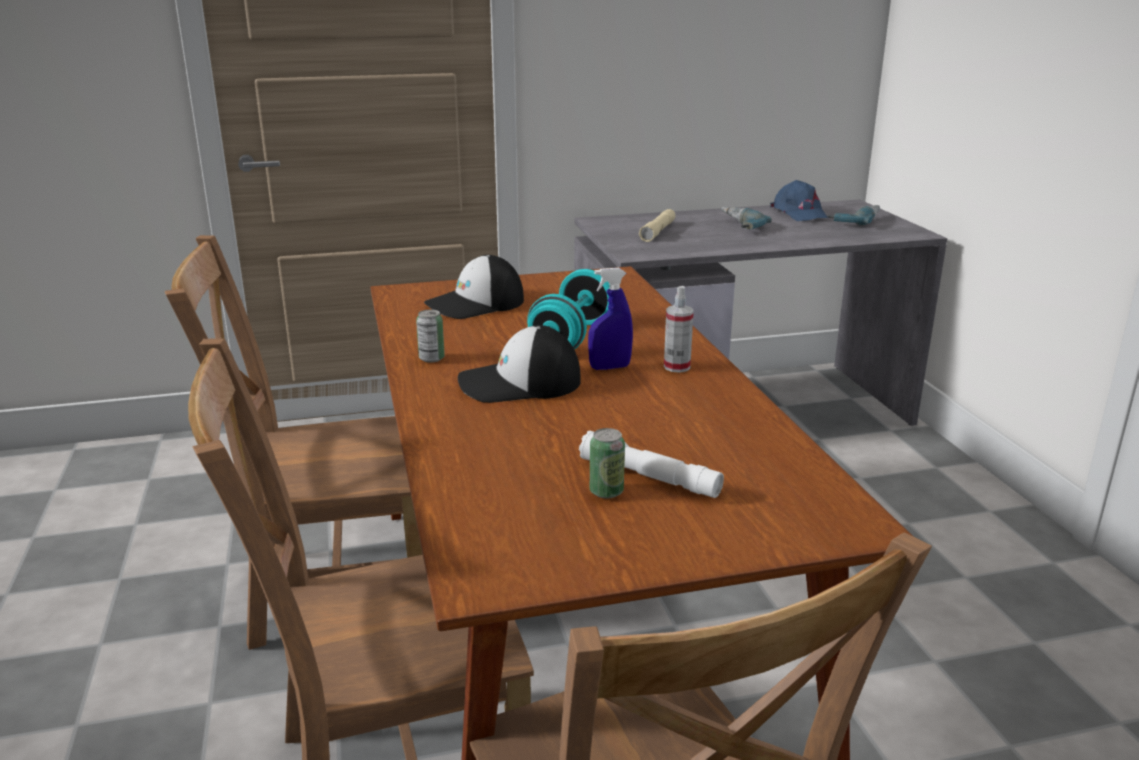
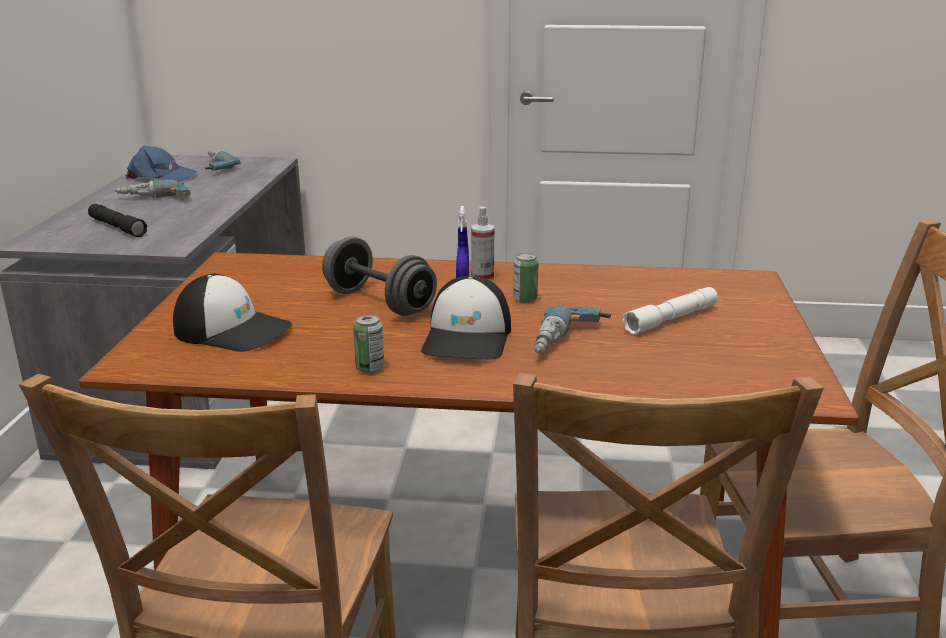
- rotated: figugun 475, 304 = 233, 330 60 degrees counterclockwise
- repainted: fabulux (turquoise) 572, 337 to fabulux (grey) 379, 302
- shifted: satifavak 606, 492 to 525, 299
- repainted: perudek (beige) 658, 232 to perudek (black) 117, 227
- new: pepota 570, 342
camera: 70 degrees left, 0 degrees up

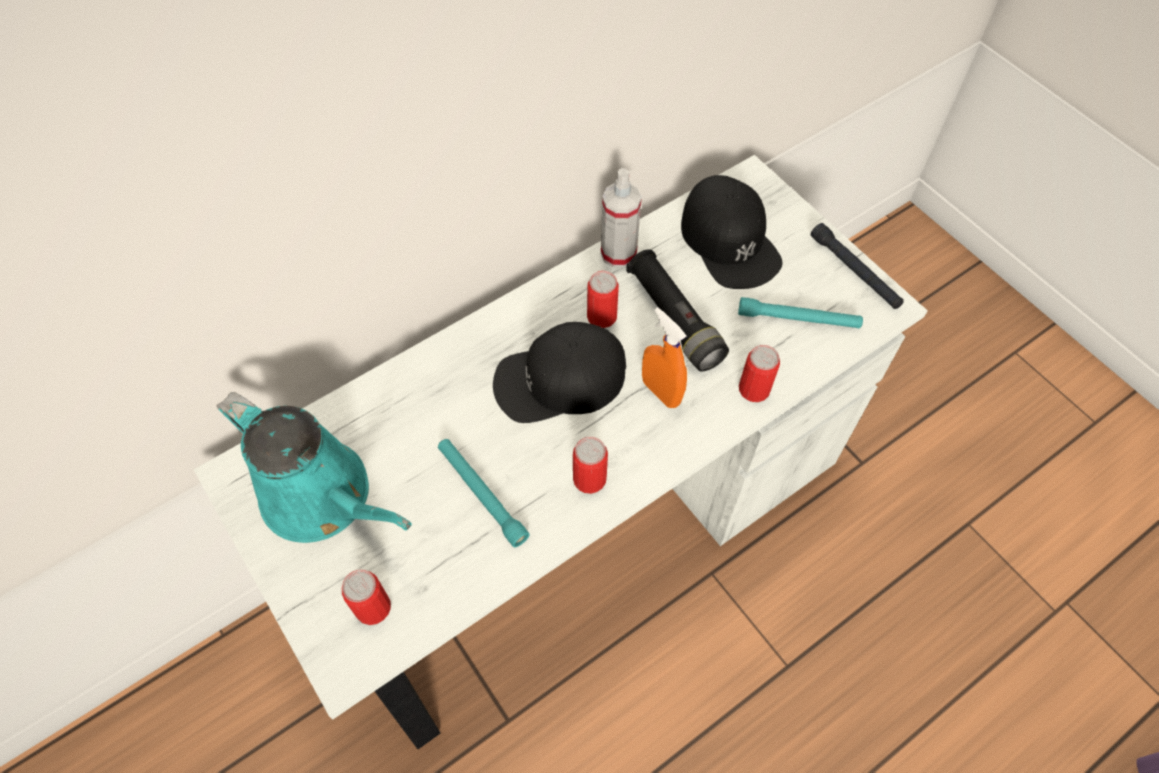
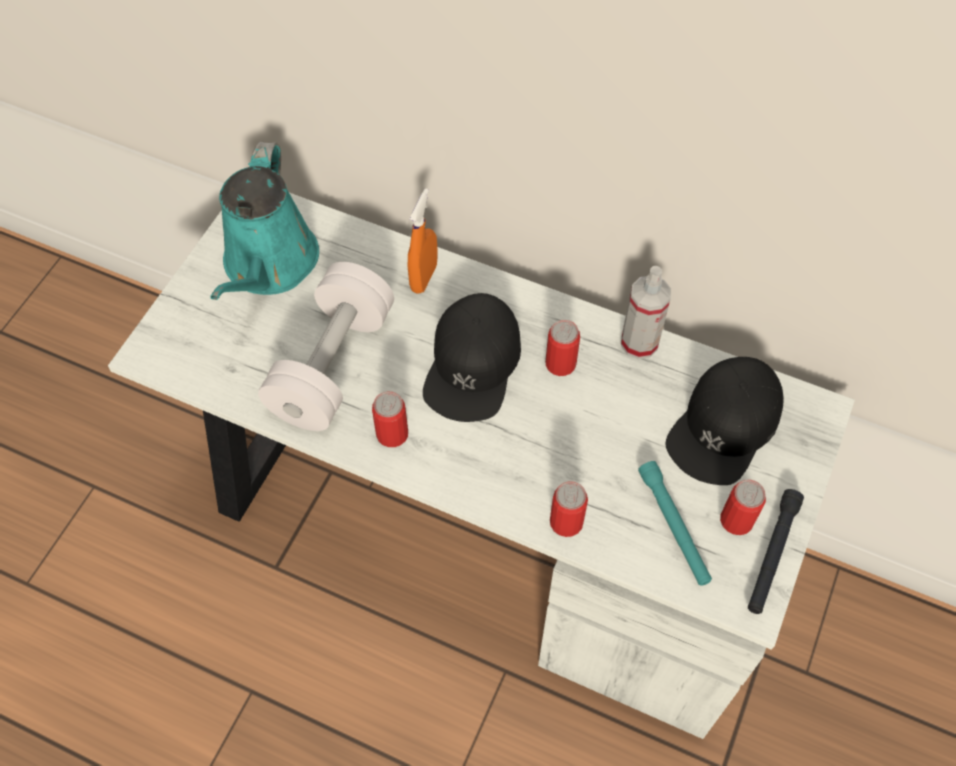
- shifted: satifavak 373, 607 to 736, 520
- swapped: perudek (turquoise) 481, 494 to fabulux (white) 332, 365
- rotated: figugun (black) 559, 380 = 473, 365 120 degrees counterclockwise
- gone: perudek (black) 674, 319
- shifted: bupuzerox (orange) 661, 392 to 424, 277
camera: 60 degrees right, 0 degrees up

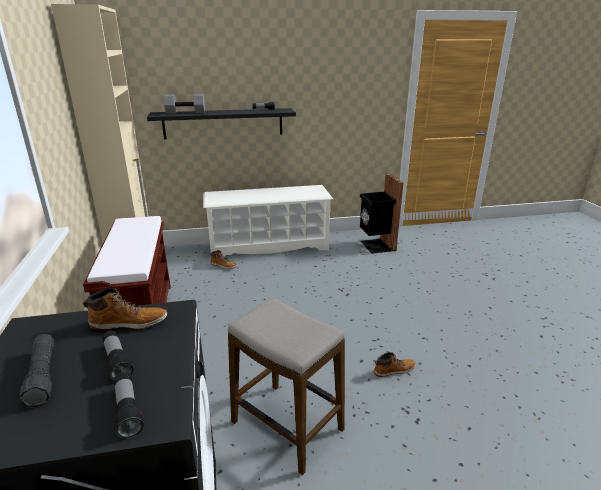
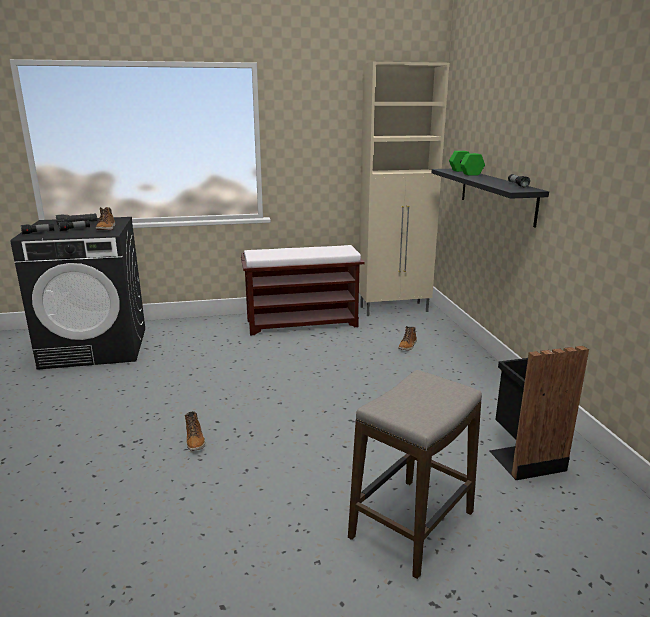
- repainted: fabulux (grey) 186, 112 to fabulux (green) 466, 172
- gone: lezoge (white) 269, 246
- shifted: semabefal 287, 426 to 411, 525
camera: 90 degrees right, 5 degrees down

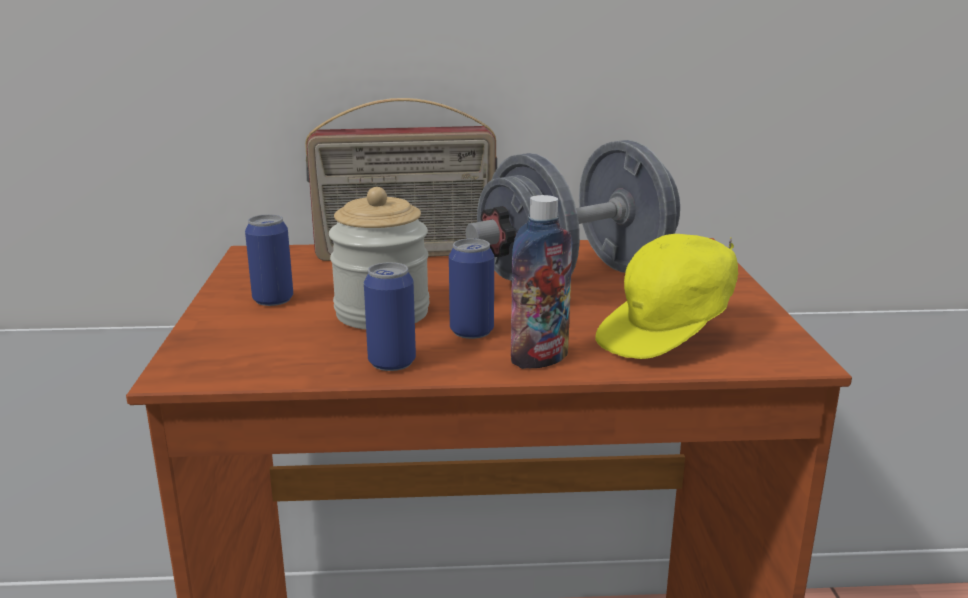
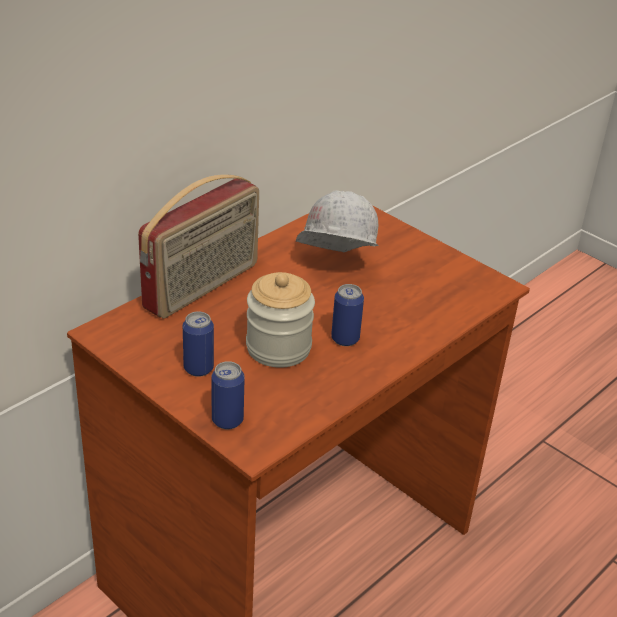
- shifted: satifavak 392, 362 to 227, 420
- swapped: fabulux (grey) 576, 279 to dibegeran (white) 333, 268
- gone: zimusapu 539, 358
- gone: figugun (yellow) 670, 337
camera: 45 degrees left, 15 degrees up

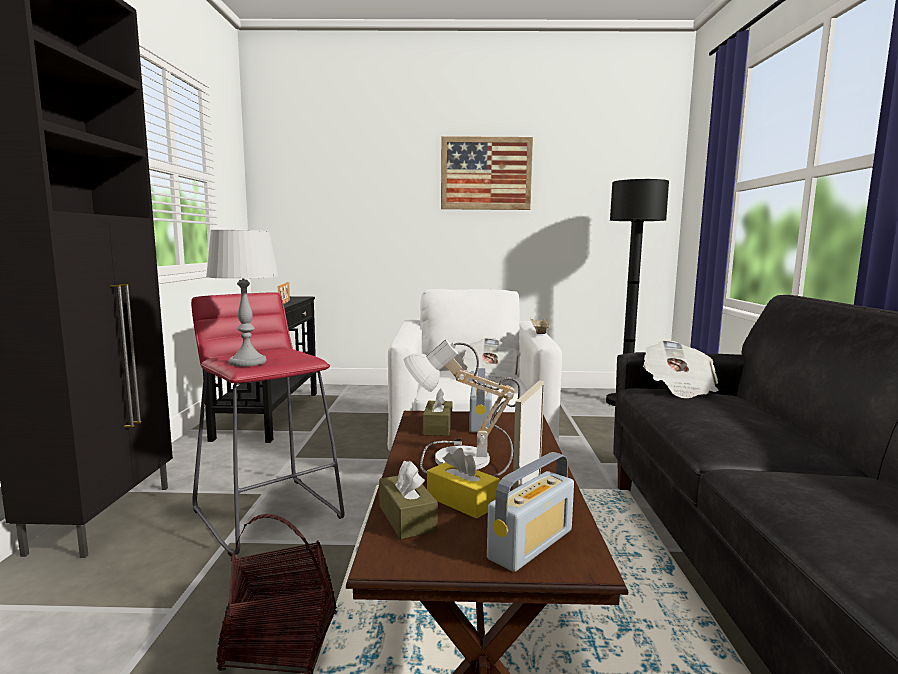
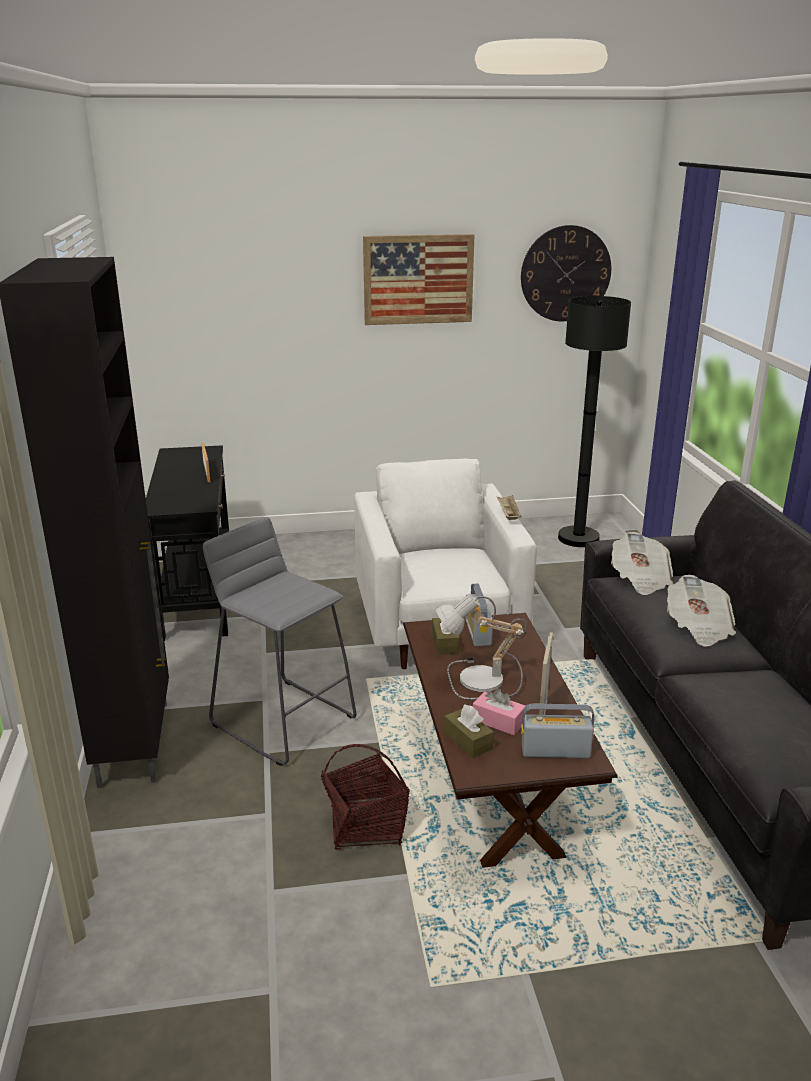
- repainted: semabefal (red) 269, 513 to semabefal (grey) 284, 720
- gone: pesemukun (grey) 248, 362
- repainted: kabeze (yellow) 462, 501 to kabeze (pink) 498, 721
- shifted: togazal 491, 377 to 698, 627
- rotated: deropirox 531, 544 = 555, 751 120 degrees counterclockwise
- new: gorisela 565, 274
camera: 10 degrees left, 15 degrees up

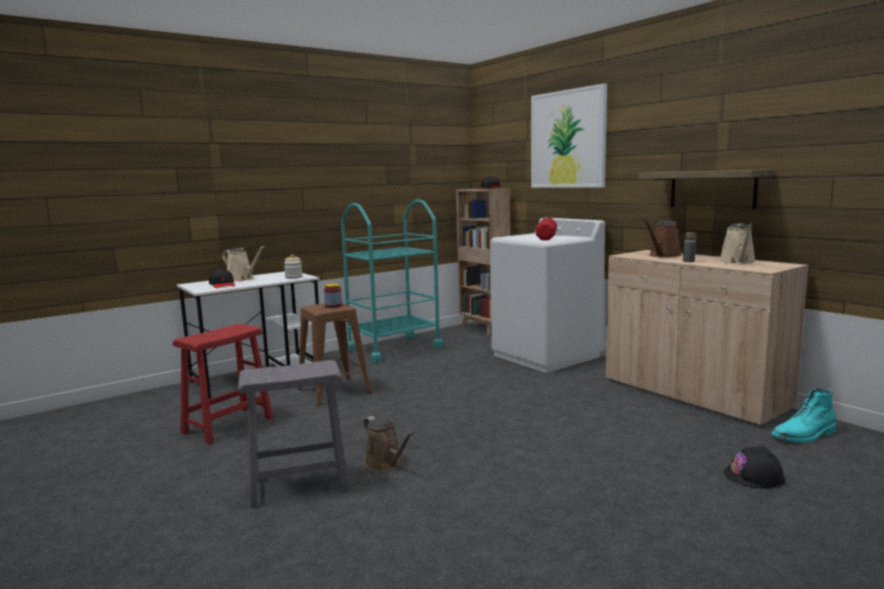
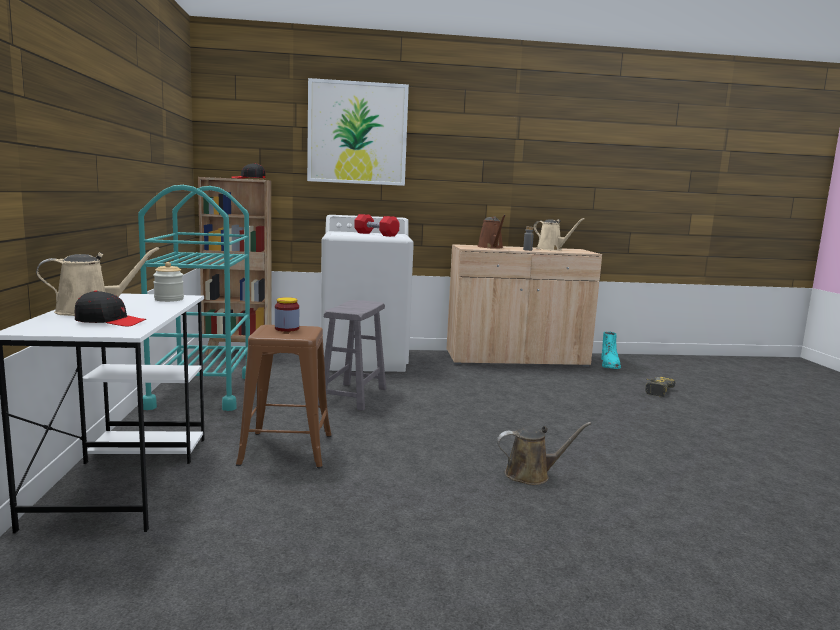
- gone: semabefal (red) 227, 425
- shifted: semabefal (grey) 299, 485 to 353, 396
- gone: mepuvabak 712, 189
- swapped: dibegeran (black) 754, 476 to pepota 655, 390
camera: 60 degrees left, 0 degrees up

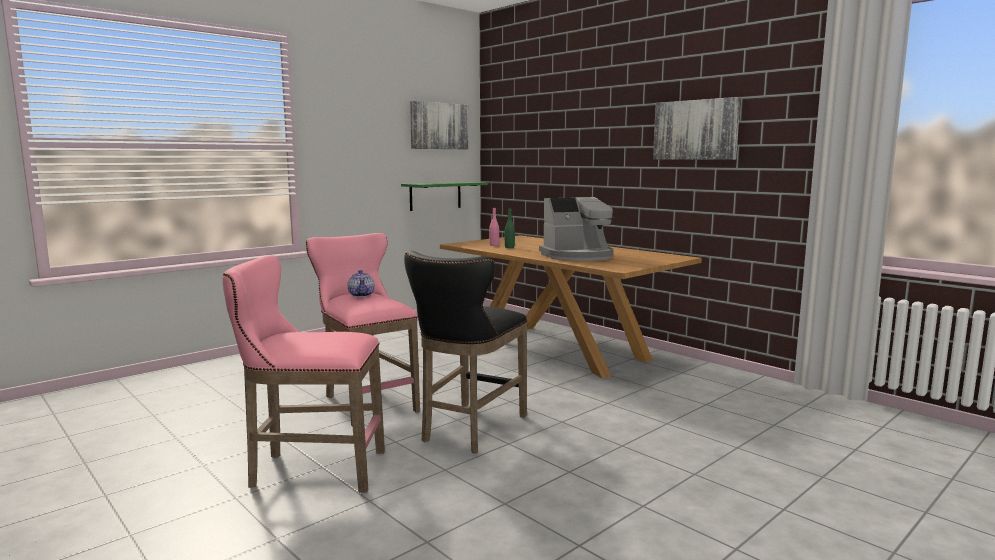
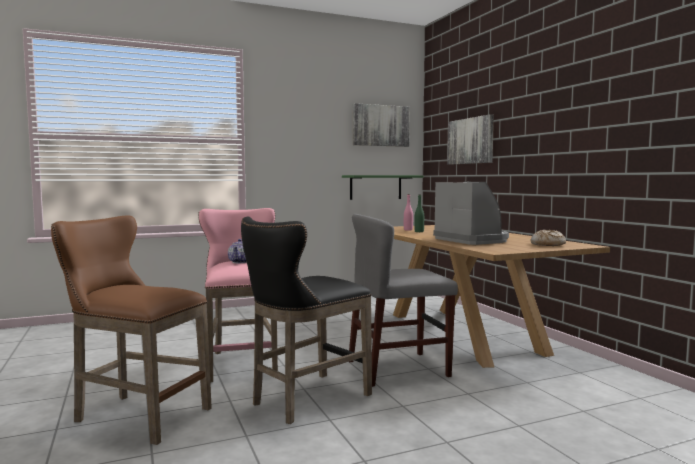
- repainted: semabefal (pink) 311, 470 to semabefal (brown) 136, 415
- rotated: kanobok 578, 256 = 472, 240 120 degrees counterclockwise
- shifted: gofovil 695, 130 to 470, 141
- new: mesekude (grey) 398, 368
- new: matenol 547, 245
camera: 20 degrees right, 5 degrees down

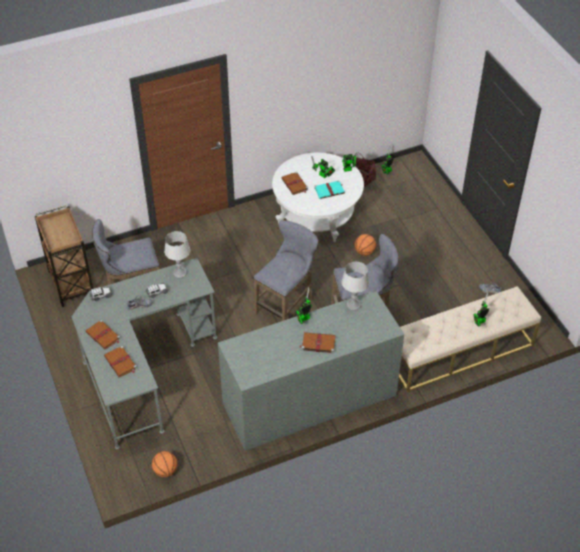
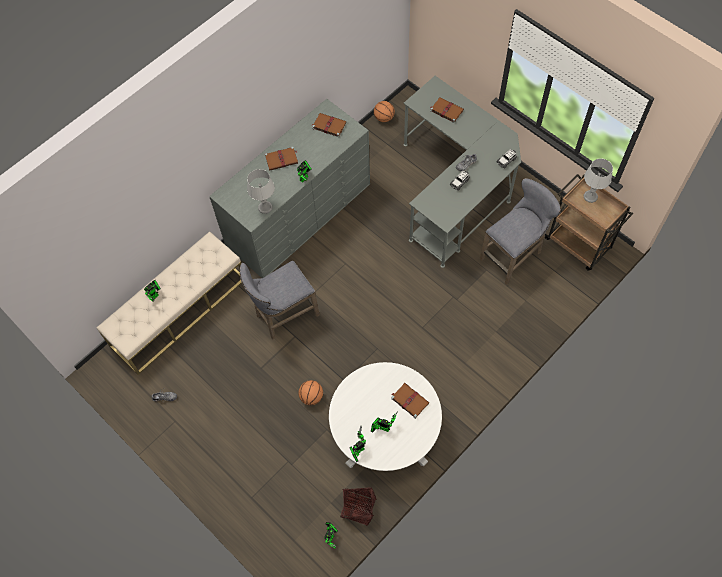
- shifted: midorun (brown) 103, 336 to 328, 125
- shifted: pesemukun (grey) 179, 273 to 590, 196
- gone: semabefal (grey) 287, 305
- gone: midorun (turquoise) 330, 190
camera: 160 degrees right, 15 degrees up

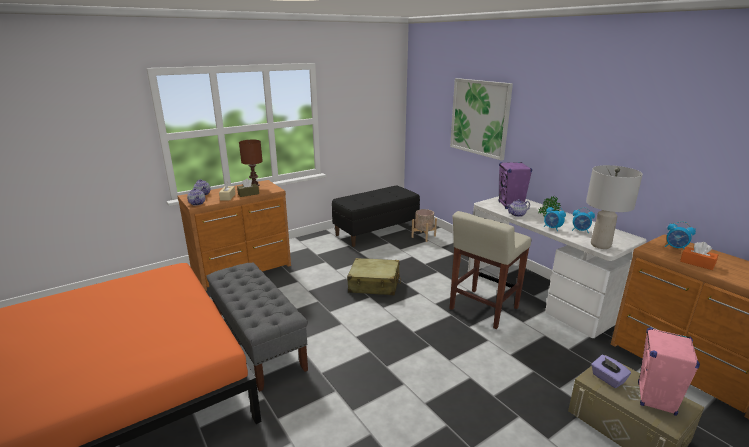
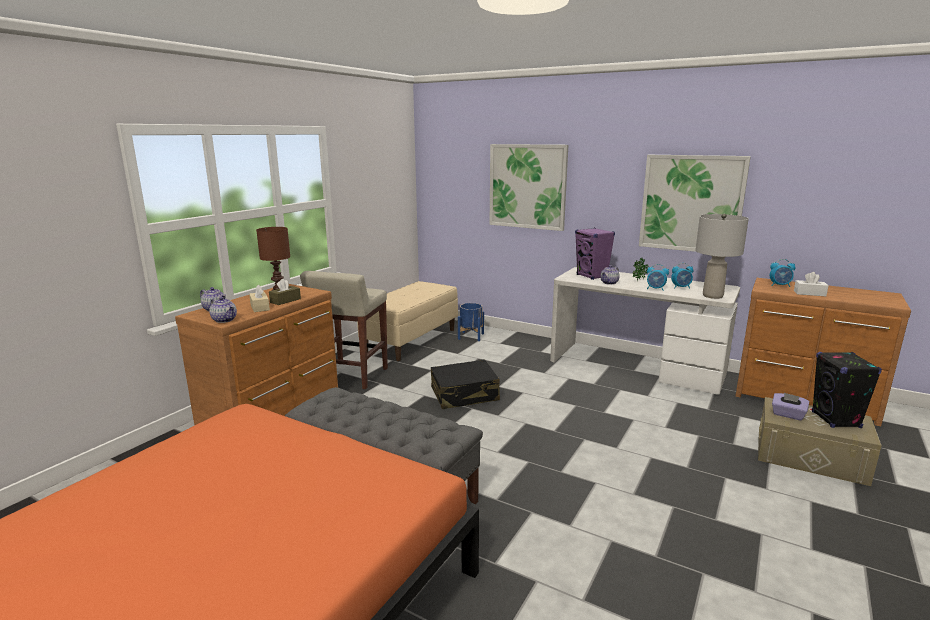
- repainted: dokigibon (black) 376, 231 to dokigibon (beige) 411, 340
- repainted: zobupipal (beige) 374, 284 to zobupipal (black) 464, 394
- repainted: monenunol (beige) 423, 236 to monenunol (blue) 471, 336
- shifted: semabefal (beige) 483, 309 to 351, 376
- repainted: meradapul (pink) 656, 399 to meradapul (black) 836, 420
- repainted: kabeze (orange) 697, 263 to kabeze (white) 809, 293
- new: gofovil 691, 203
camera: 25 degrees left, 5 degrees down

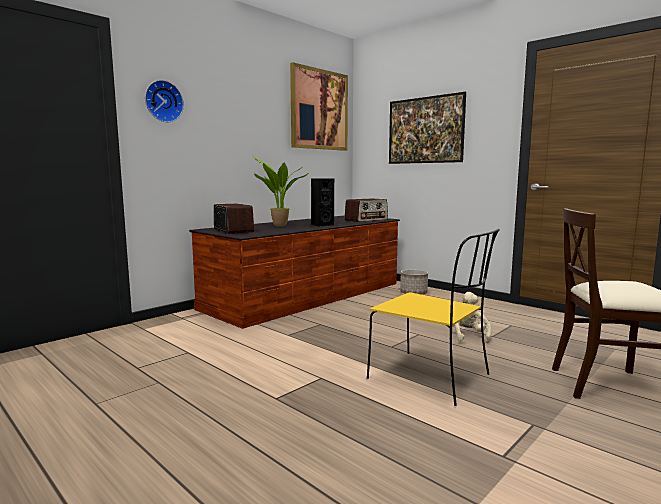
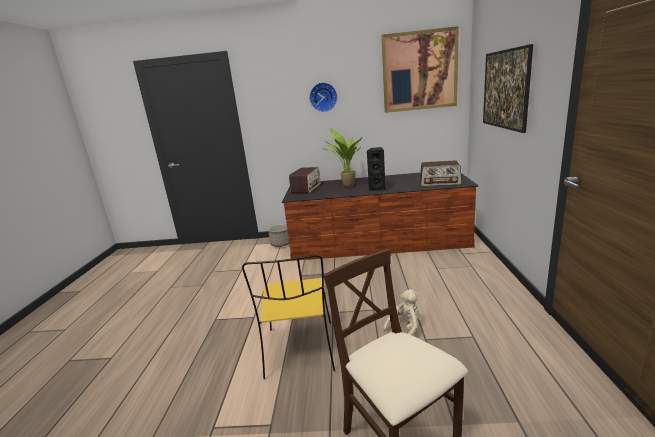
- shifted: gorisela 163, 101 to 323, 97
- shifted: monenunol 413, 293 to 281, 244
camera: 50 degrees right, 10 degrees up

